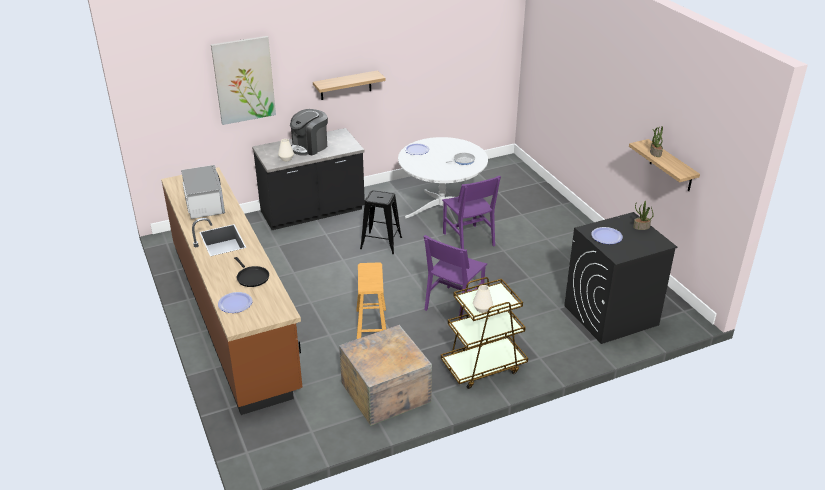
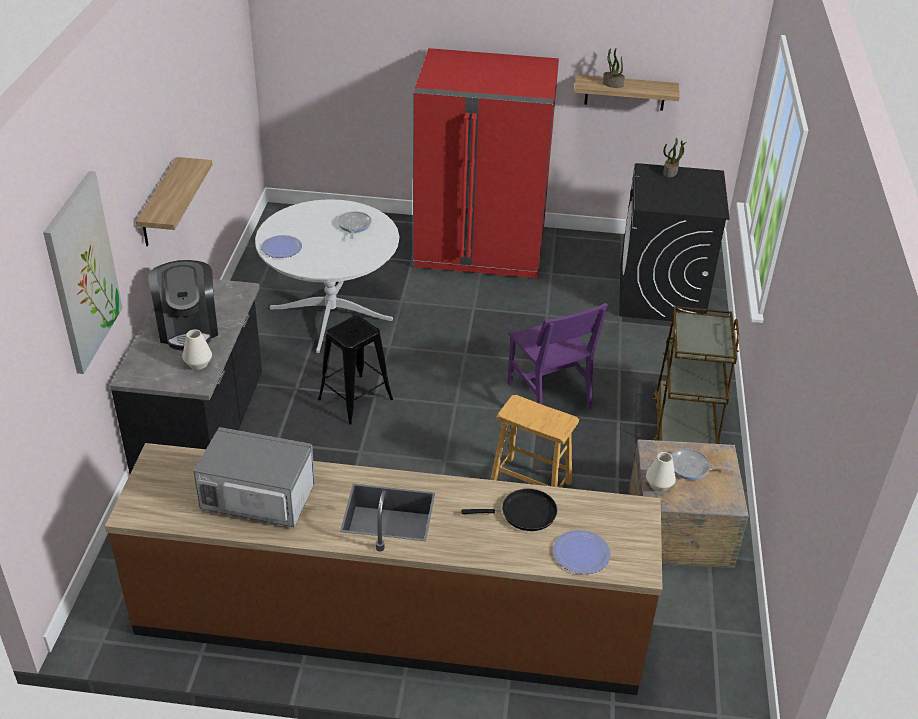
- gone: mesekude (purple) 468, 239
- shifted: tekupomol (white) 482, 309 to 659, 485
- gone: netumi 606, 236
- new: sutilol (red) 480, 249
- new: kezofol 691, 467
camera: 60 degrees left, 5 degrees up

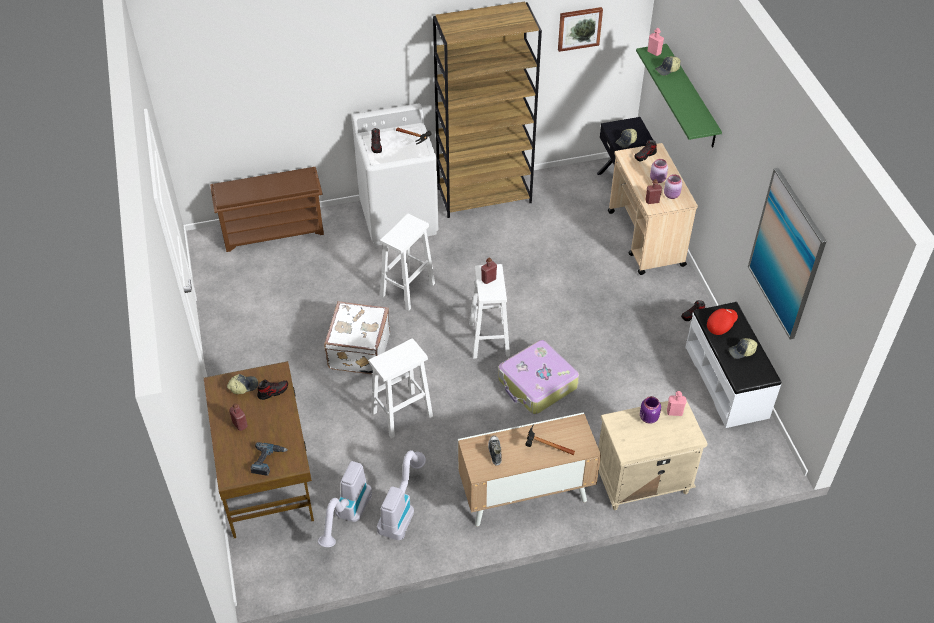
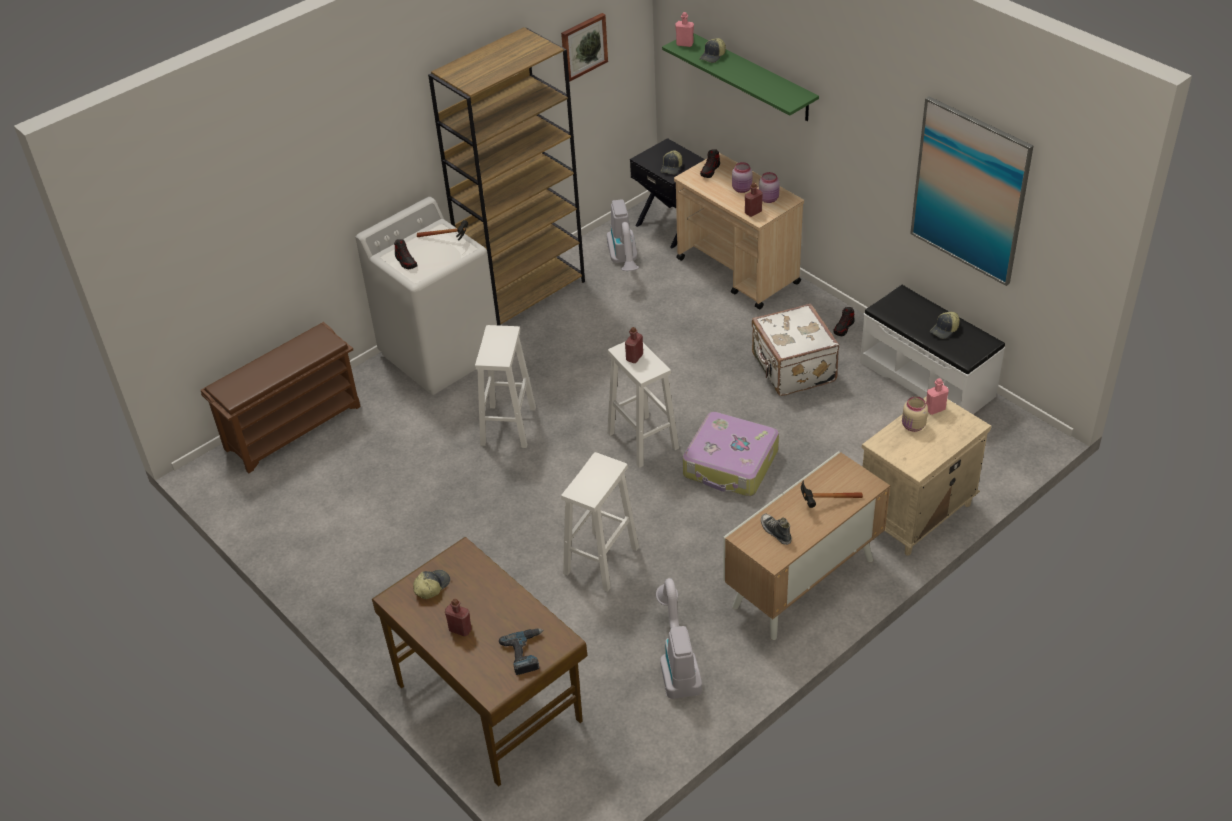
- gone: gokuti 273, 392
- shifted: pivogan 347, 517 to 625, 261
- shifted: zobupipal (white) 358, 351 to 792, 369
- repainted: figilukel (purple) 648, 418 to figilukel (beige) 913, 426
- gone: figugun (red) 721, 324
camera: 25 degrees left, 5 degrees down

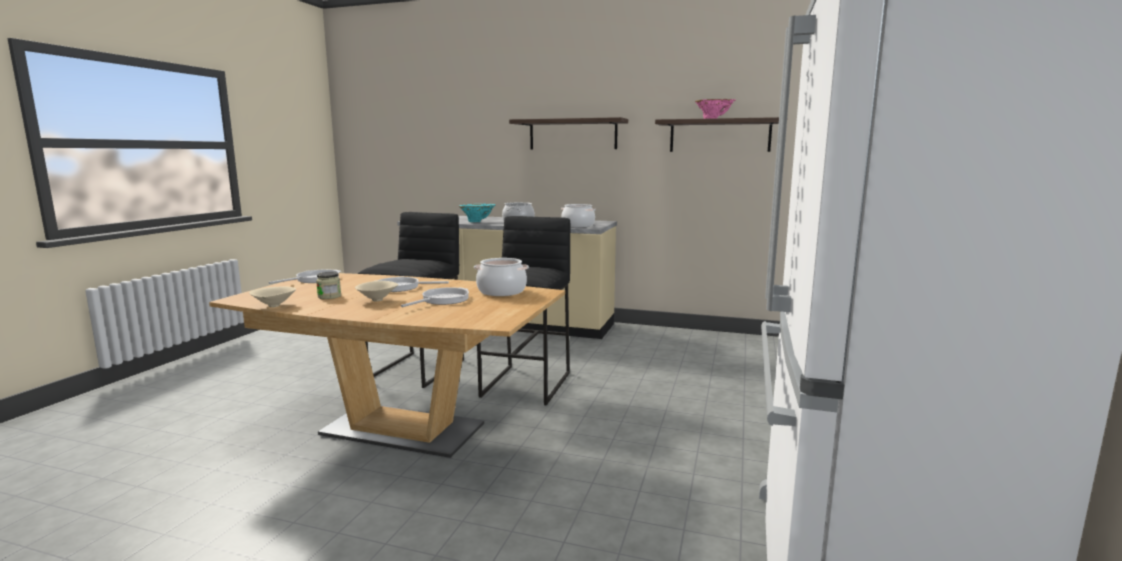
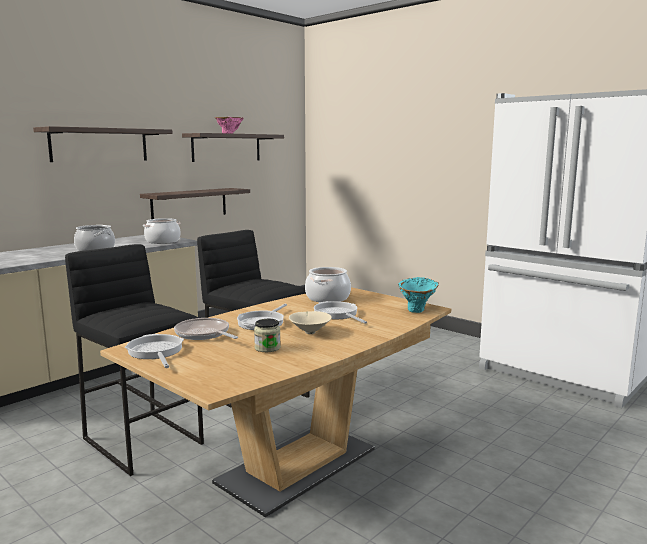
- gone: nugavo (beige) 273, 306
- shifted: tekupomol (turquoise) 477, 222 to 418, 309
- new: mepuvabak 189, 204
- new: kezofol 204, 334
camera: 65 degrees left, 0 degrees up

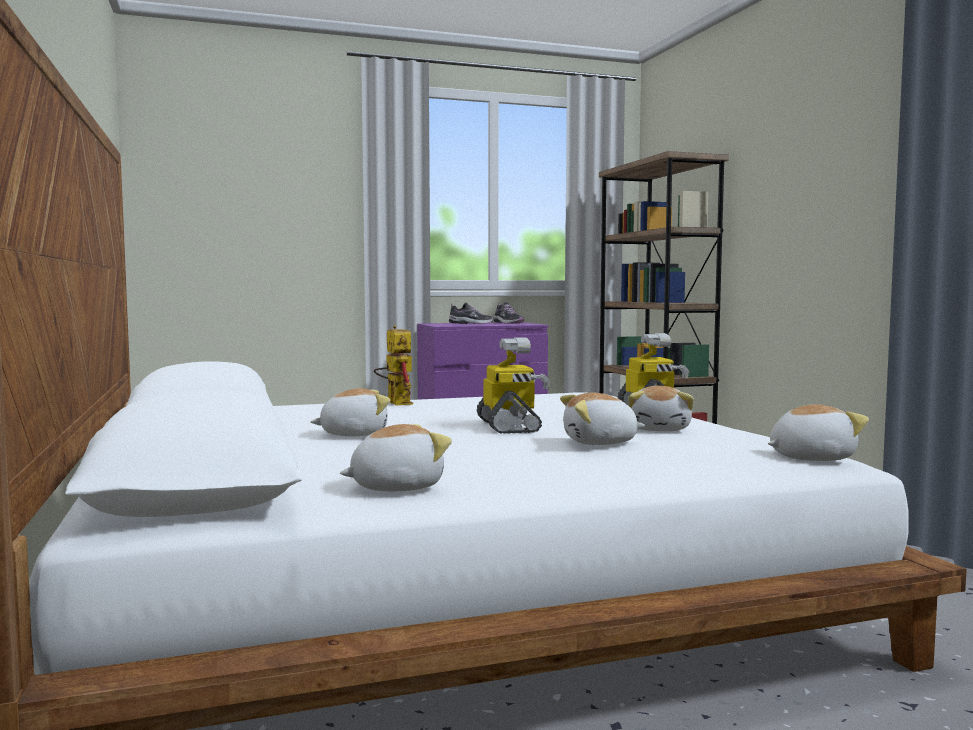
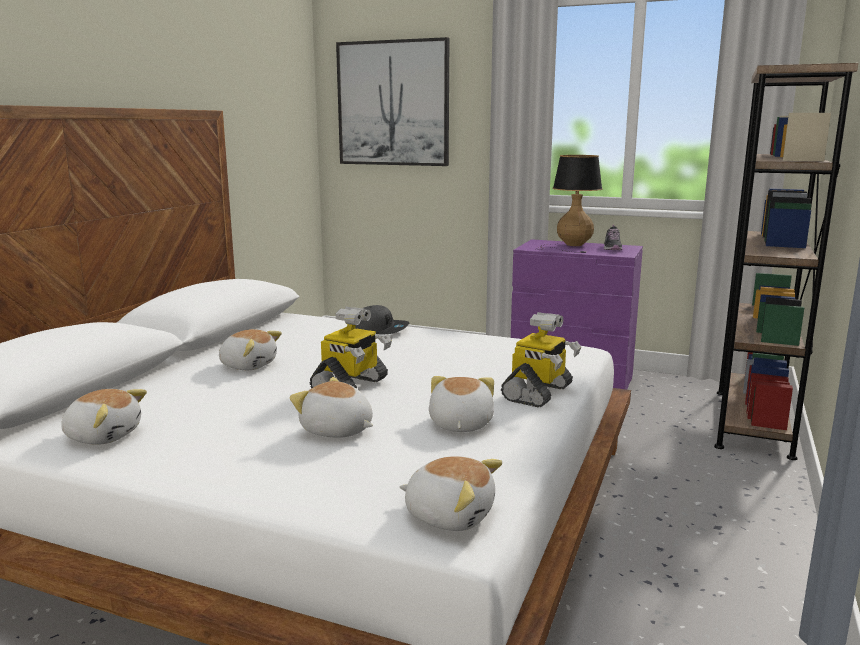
- swapped: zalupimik 395, 402 to figugun (grey) 380, 330
- swapped: gokuti 471, 323 to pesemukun 570, 246
- rotated: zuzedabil 660, 429 = 459, 424 135 degrees clockwise
- new: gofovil 393, 103
camera: 40 degrees right, 10 degrees up

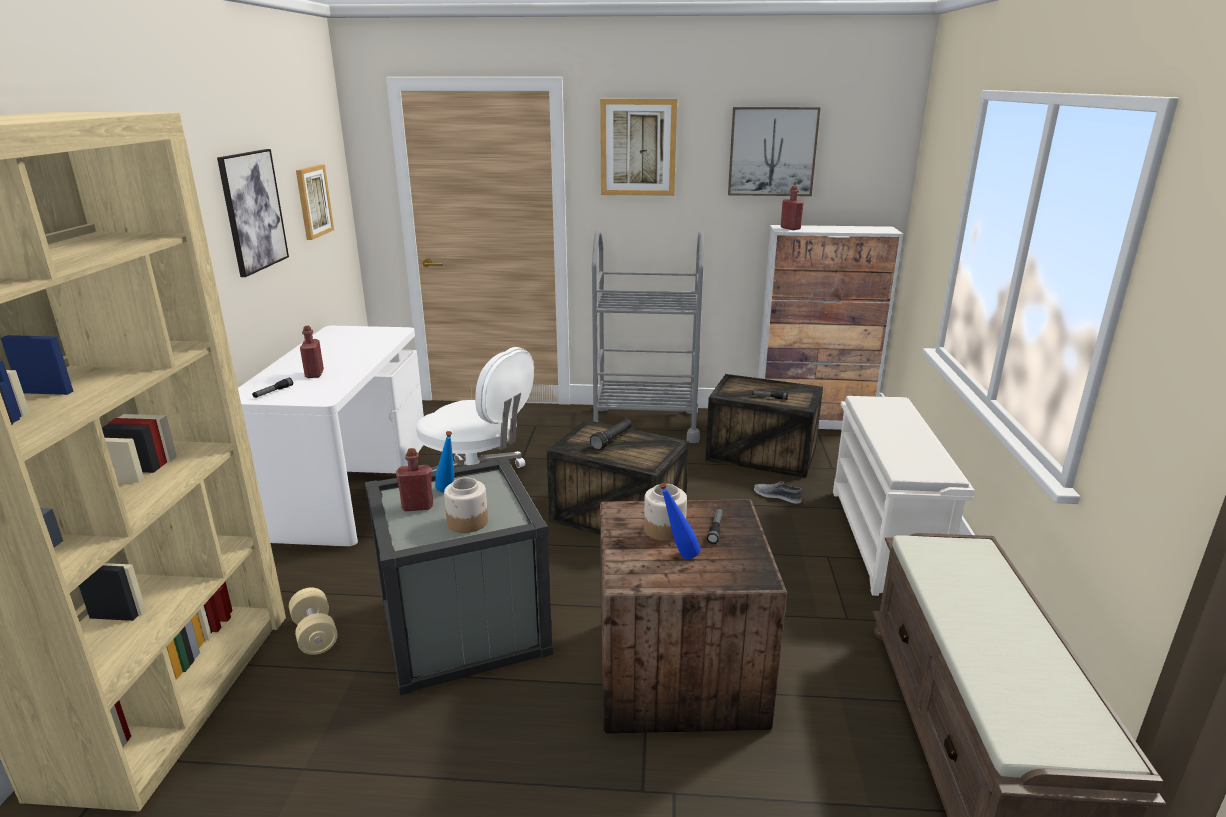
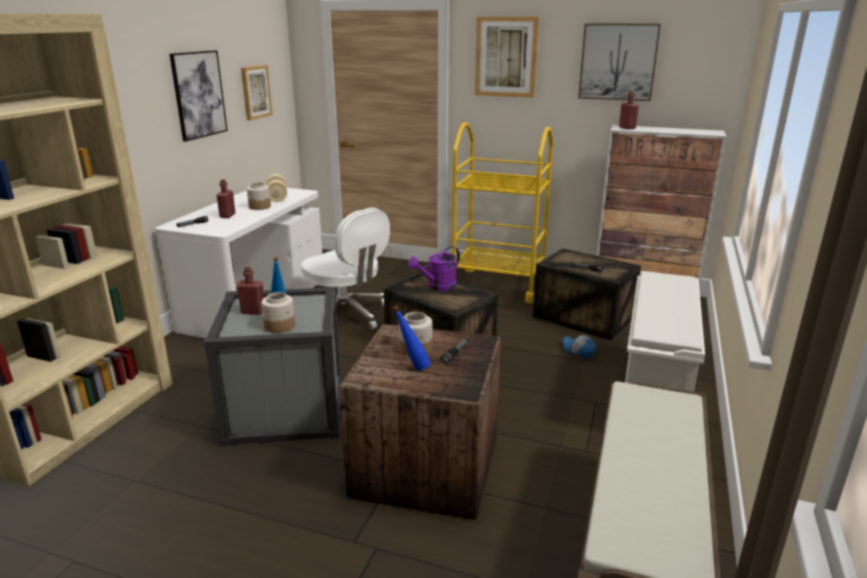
- shifted: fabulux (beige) 315, 634 to 277, 197
- swapped: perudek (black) 612, 440 to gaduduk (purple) 438, 287
- repainted: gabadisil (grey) 645, 424 to gabadisil (yellow) 498, 285
- swapped: gokuti (grey) 777, 496 to figugun 578, 351
- new: figilukel 259, 207
camera: 15 degrees right, 0 degrees up

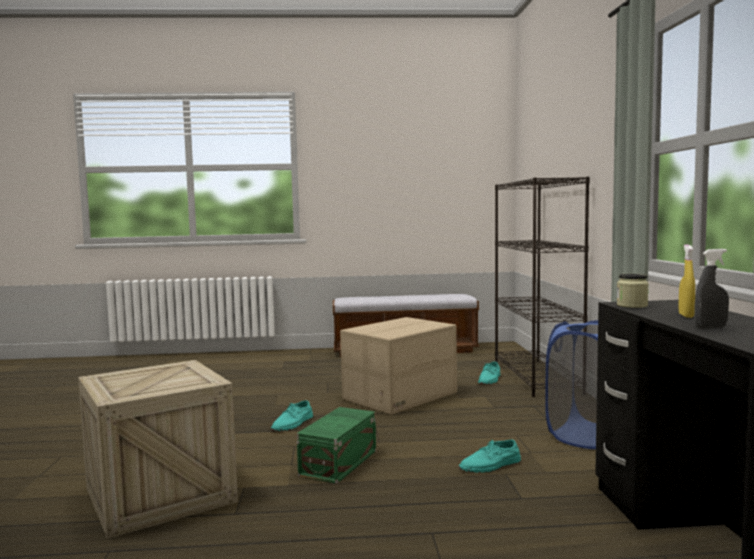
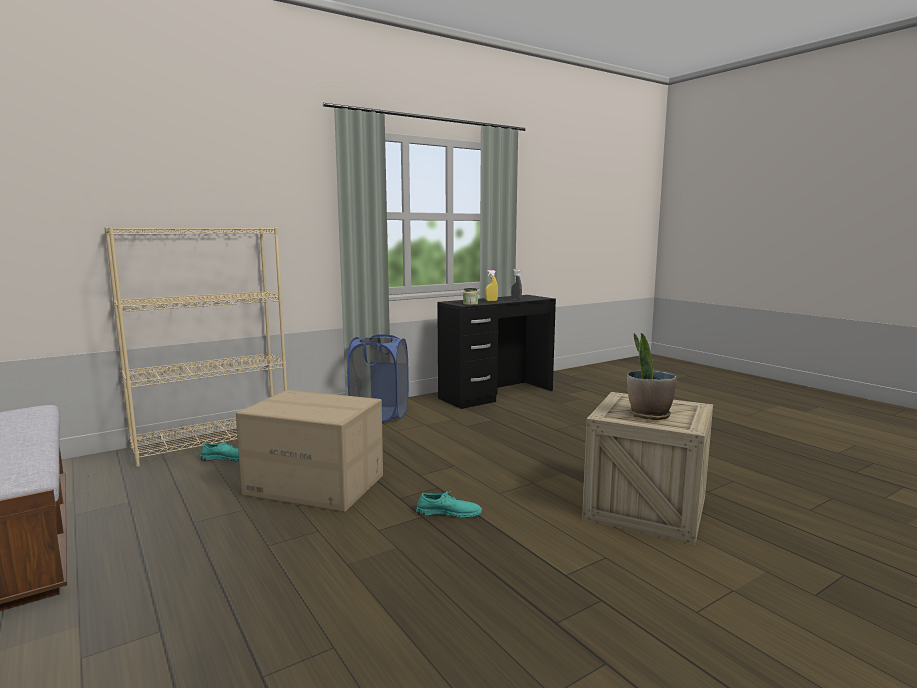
- gone: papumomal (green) 340, 462
- gone: gokuti (turquoise) 490, 465
- repainted: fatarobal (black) 536, 377 to fatarobal (beige) 213, 442
- new: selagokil 648, 415
camera: 120 degrees left, 5 degrees up

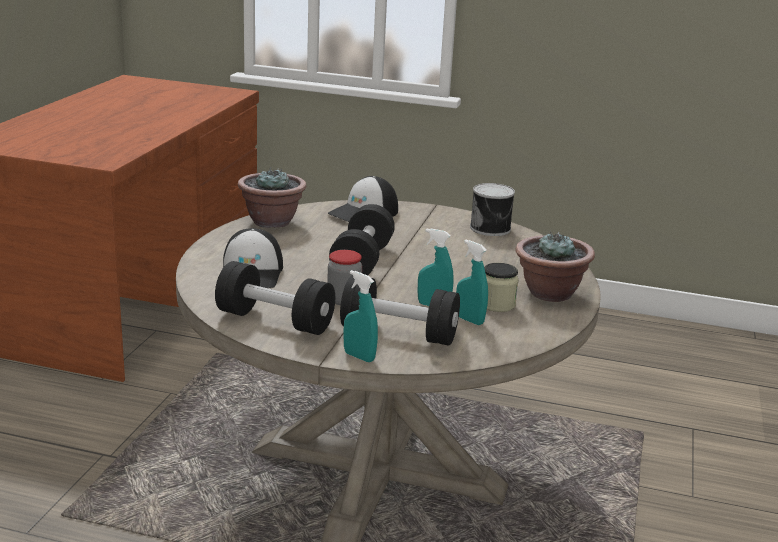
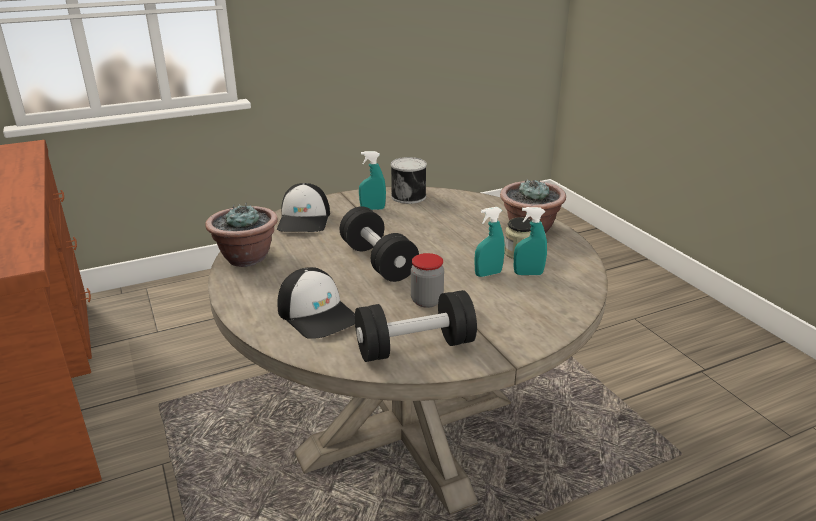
- gone: fabulux (black) 399, 333
- shifted: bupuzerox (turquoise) 359, 357 to 372, 209
camera: 40 degrees left, 5 degrees up

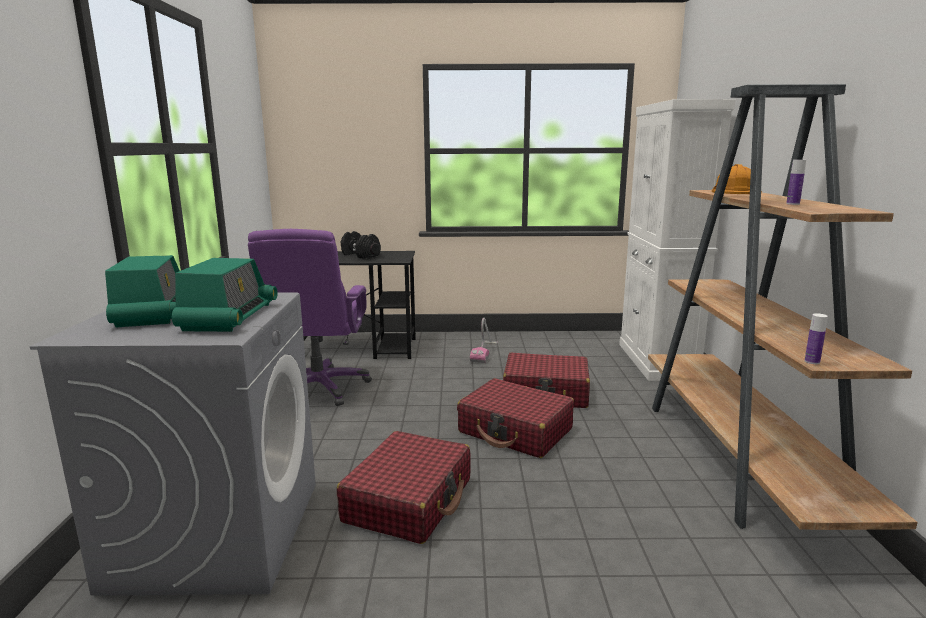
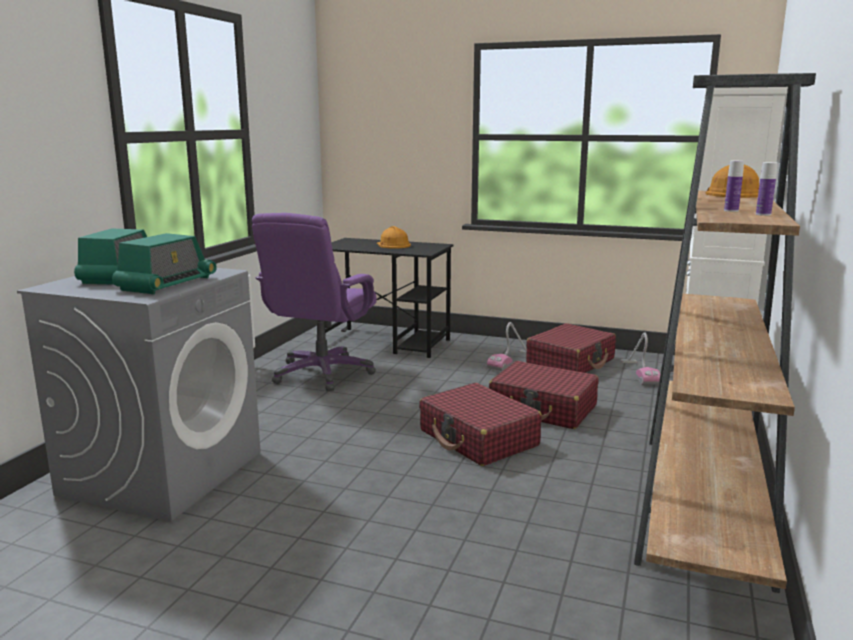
- shifted: zobupipal (red) 409, 500 to 571, 362
- swapped: fabulux (black) 360, 255 to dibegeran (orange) 392, 245
- shifted: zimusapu 812, 362 to 763, 214
- new: pivogan 639, 373
camera: 20 degrees right, 0 degrees up

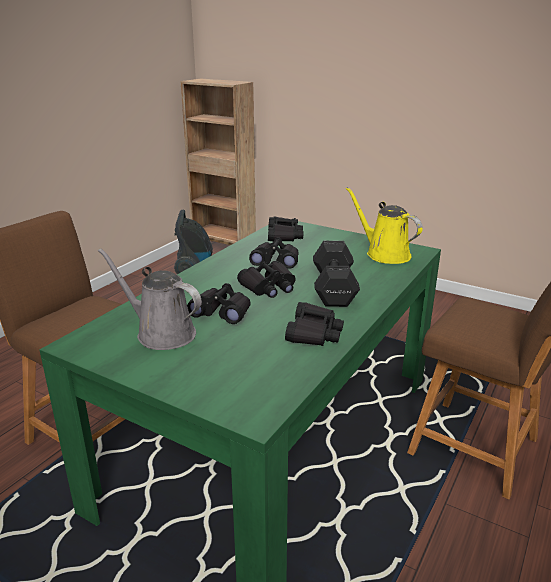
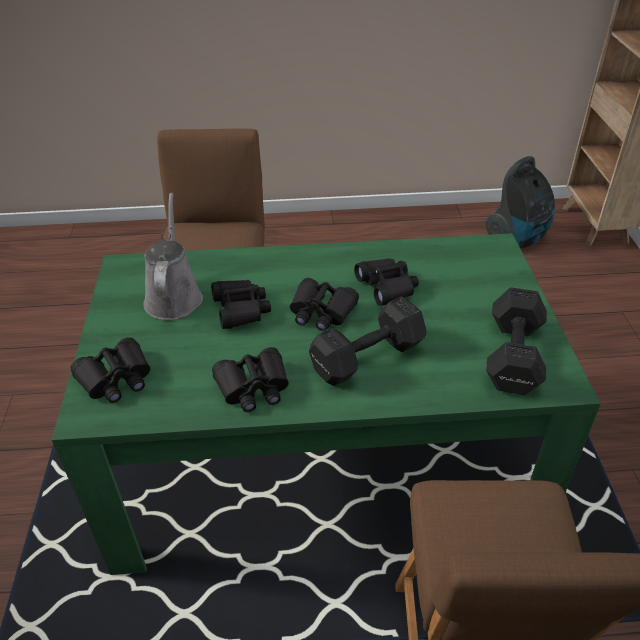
- shifted: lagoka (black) 284, 236 to 116, 379
- swapped: gaduduk (yellow) 384, 254 to fabulux (black) 512, 358
camera: 55 degrees right, 15 degrees up

